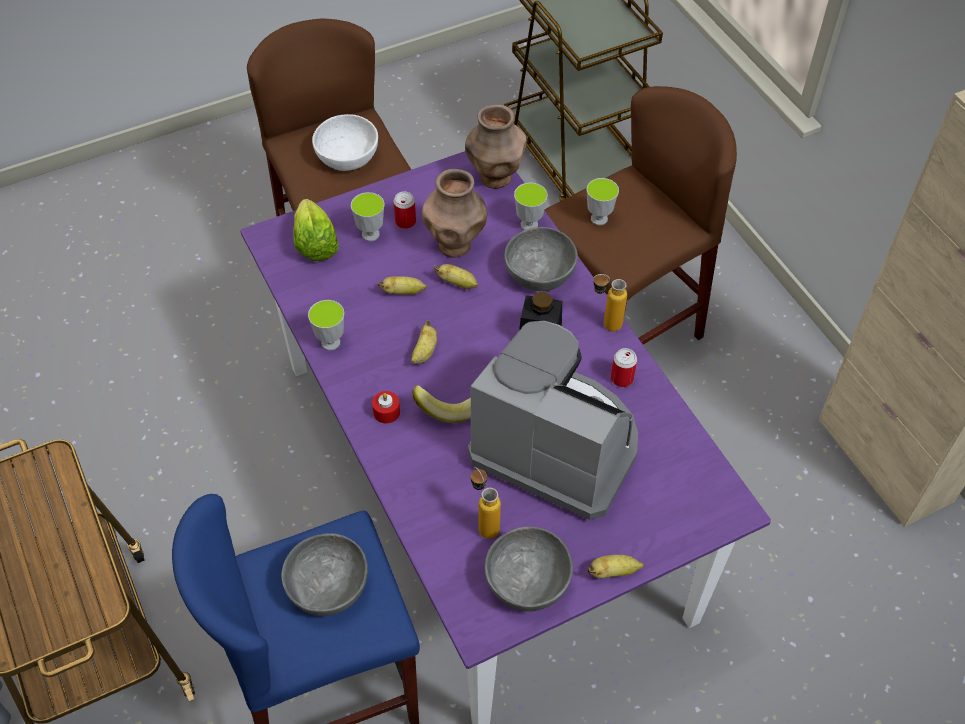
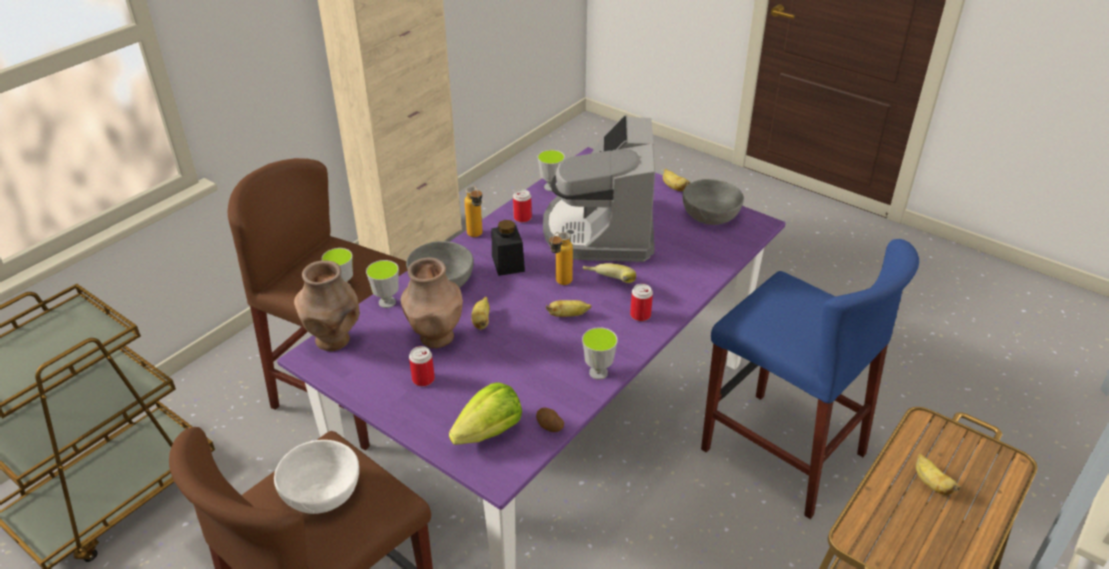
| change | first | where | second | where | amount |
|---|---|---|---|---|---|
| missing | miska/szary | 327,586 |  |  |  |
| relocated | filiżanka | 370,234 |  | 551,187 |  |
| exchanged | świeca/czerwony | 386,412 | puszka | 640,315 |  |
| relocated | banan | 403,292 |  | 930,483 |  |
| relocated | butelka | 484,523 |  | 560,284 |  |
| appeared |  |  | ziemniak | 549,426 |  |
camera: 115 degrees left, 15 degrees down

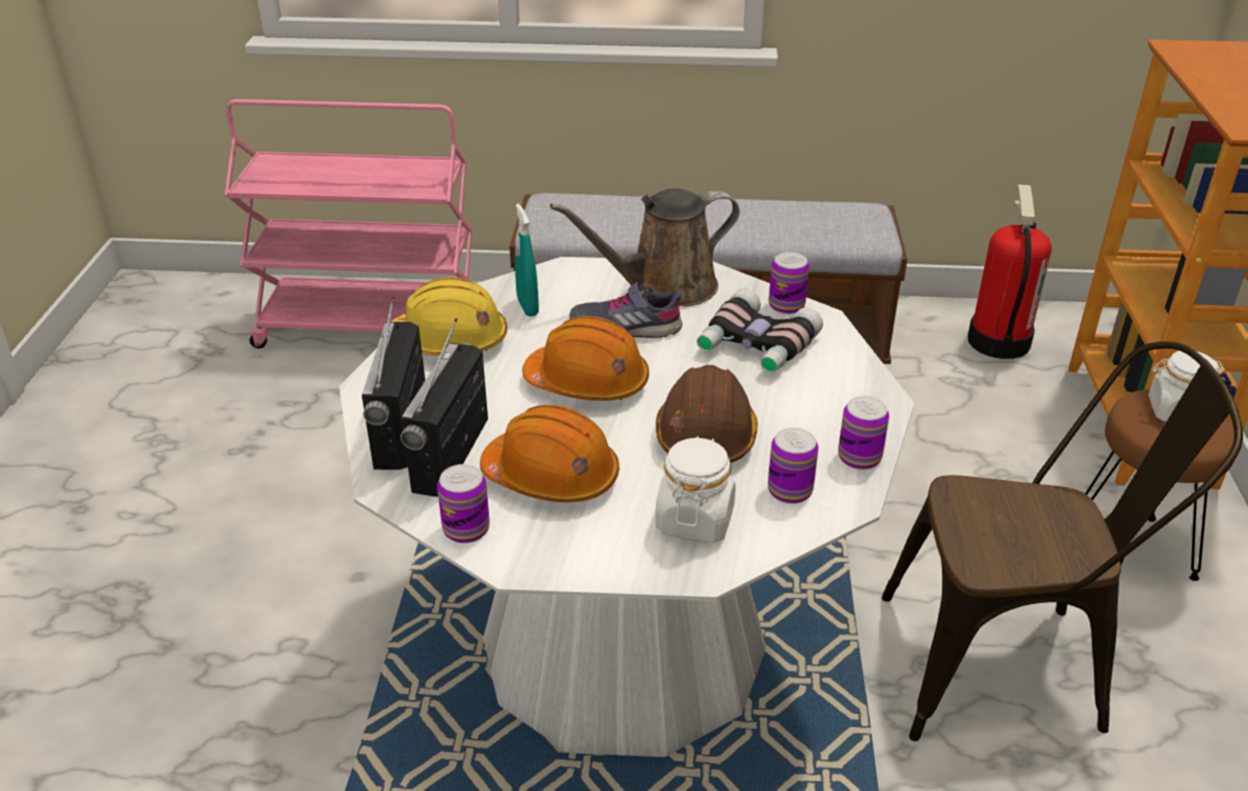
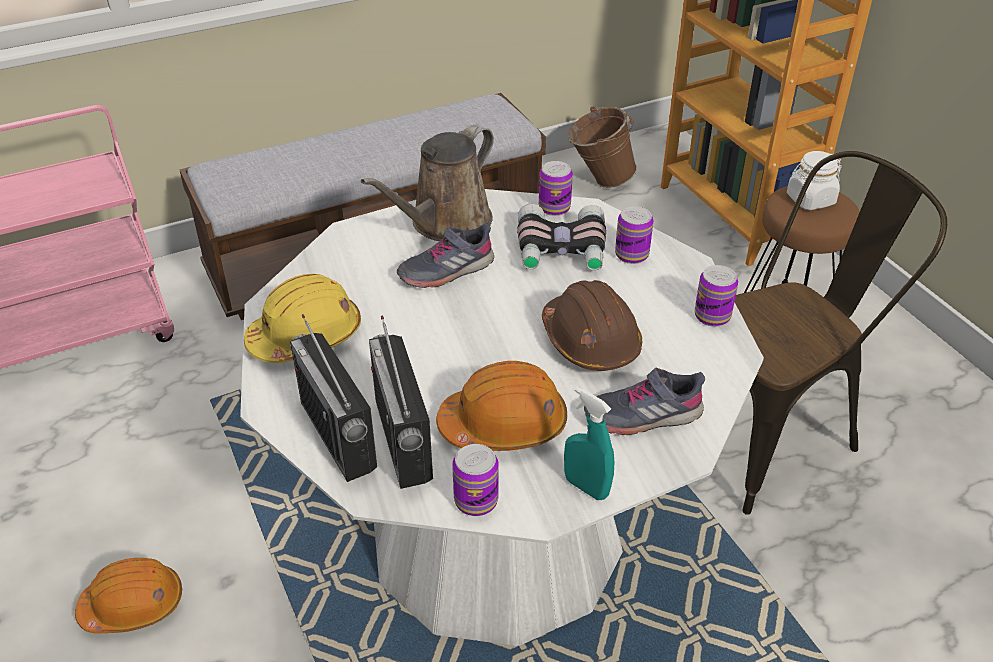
| change | first | where | second | where | amount |
|---|---|---|---|---|---|
| relocated | spryskiwacz/turkusowy | 527,307 |  | 586,487 |  |
| relocated | kask/pomarańczowy | 588,383 |  | 133,605 |  |
| exchanged | słoik/biały | 694,519 | but/szary | 643,415 |  |
| relocated | puszka | 790,490 |  | 631,255 |  |
| exchanged | gaśnica | 997,341 | wiadro/brązowy | 599,181 |  |
camera: 30 degrees left, 5 degrees up

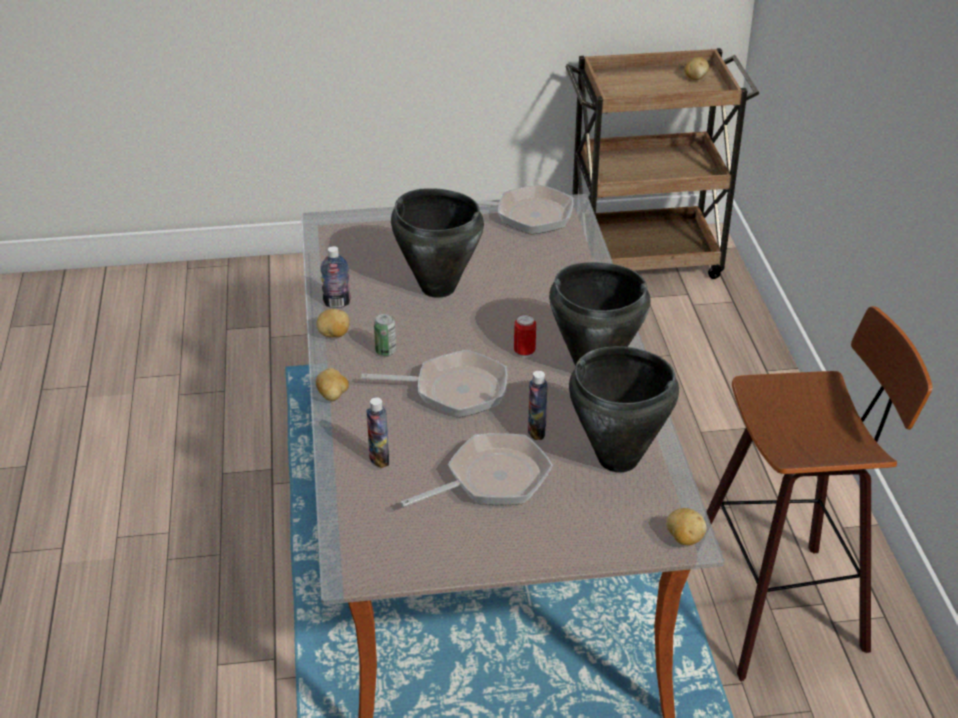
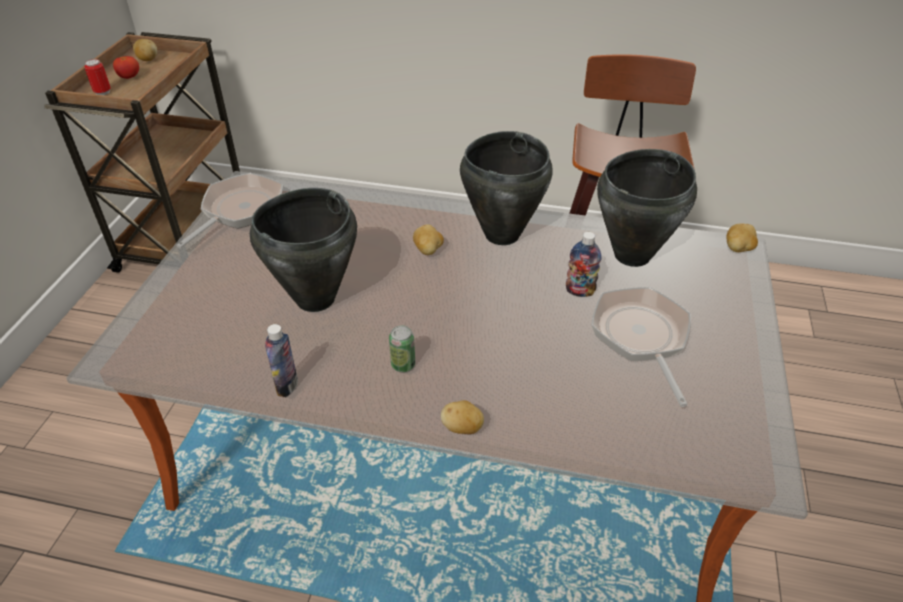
| change | first | where | second | where | amount |
|---|---|---|---|---|---|
| relocated | ziemniak | 334,335 |  | 428,250 |  |
| missing | patelnia | 454,390 |  |  |  |
| missing | butelka | 379,459 |  |  |  |
| relocated | puszka | 524,352 |  | 102,92 |  |
| appeared |  |  | pomidor | 129,77 |  |
camera: 70 degrees left, 5 degrees up

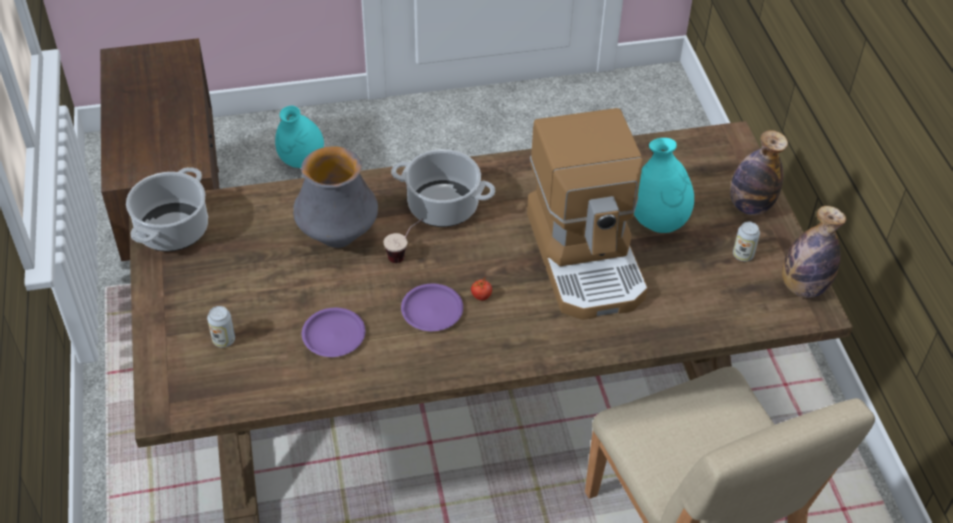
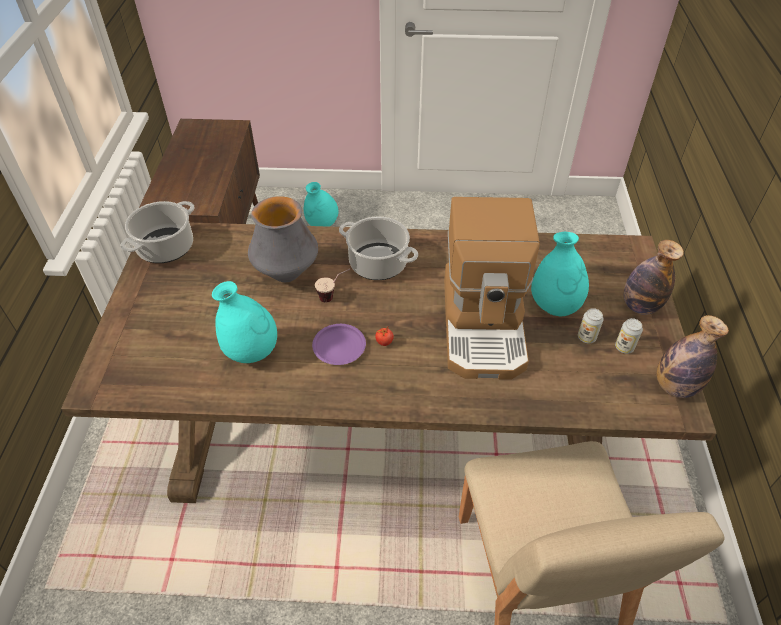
| change | first | where | second | where | amount |
|---|---|---|---|---|---|
| relocated | puszka | 224,340 |  | 586,337 |  |
| exchanged | talerz/fioletowy | 333,335 | wazon/turkusowy | 252,352 |  |
camera: 15 degrees right, 0 degrees up

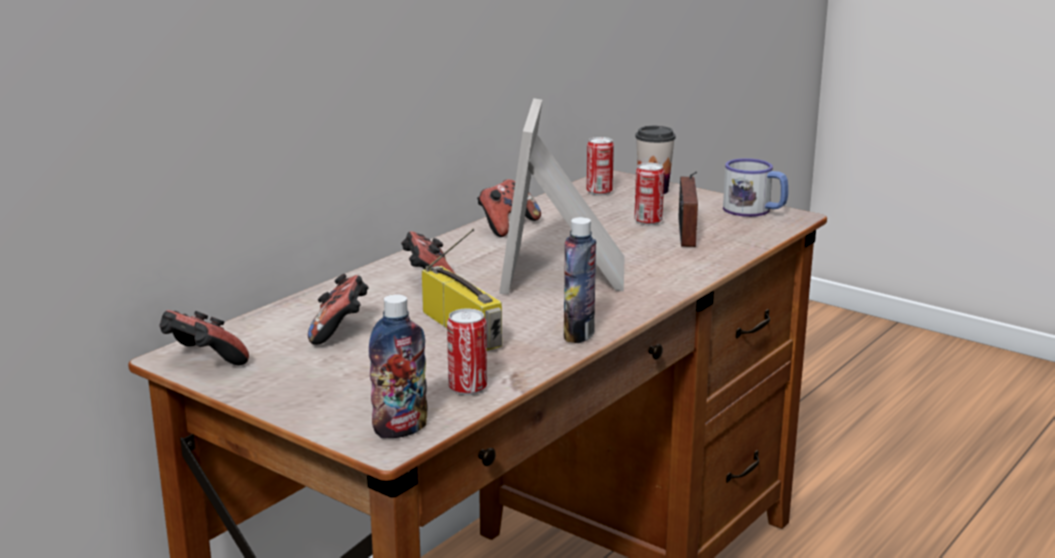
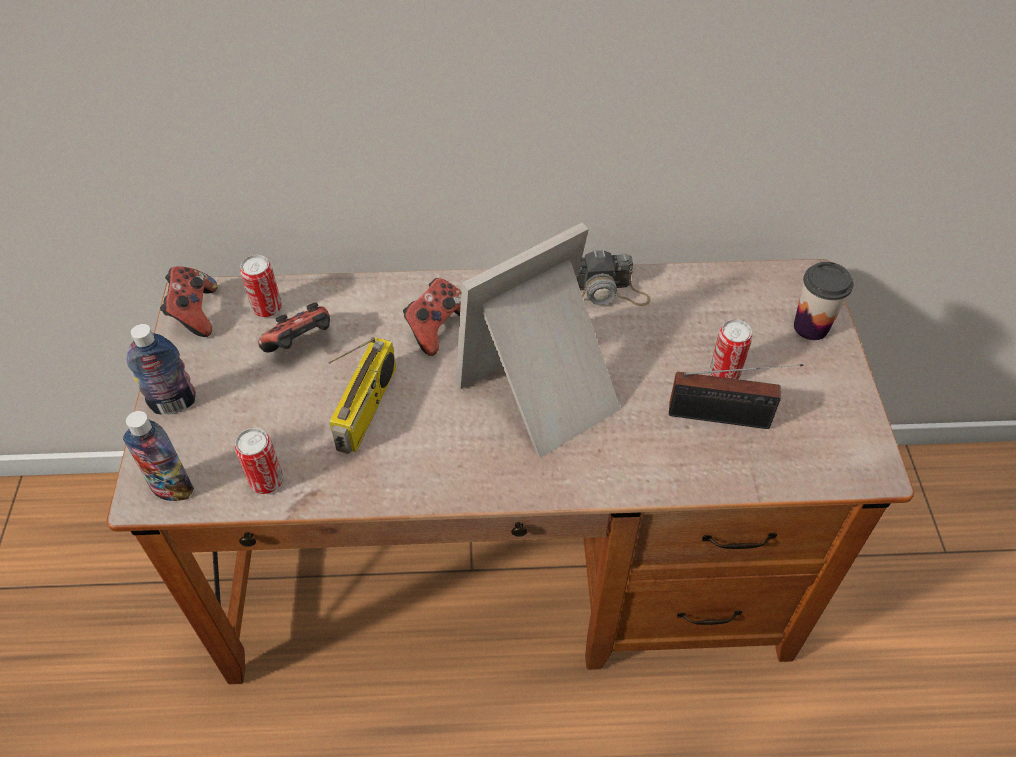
| change | first | where | second | where | amount |
|---|---|---|---|---|---|
| exchanged | pad do gier | 506,226 | aparat fotograficzny | 603,292 |  |
| relocated | butelka | 579,334 |  | 174,403 |  |
| relocated | puszka | 599,192 |  | 267,308 |  |
| spun | radio | 685,234 |  | 724,418 | 135 degrees counterclockwise |
| missing | kubek | 754,210 |  |  |  |
camera: 50 degrees right, 30 degrees up

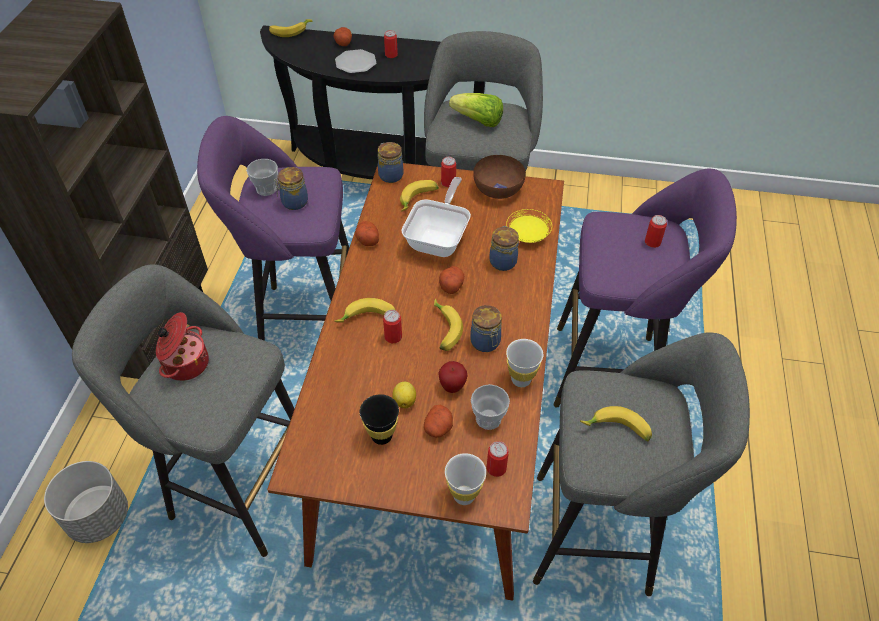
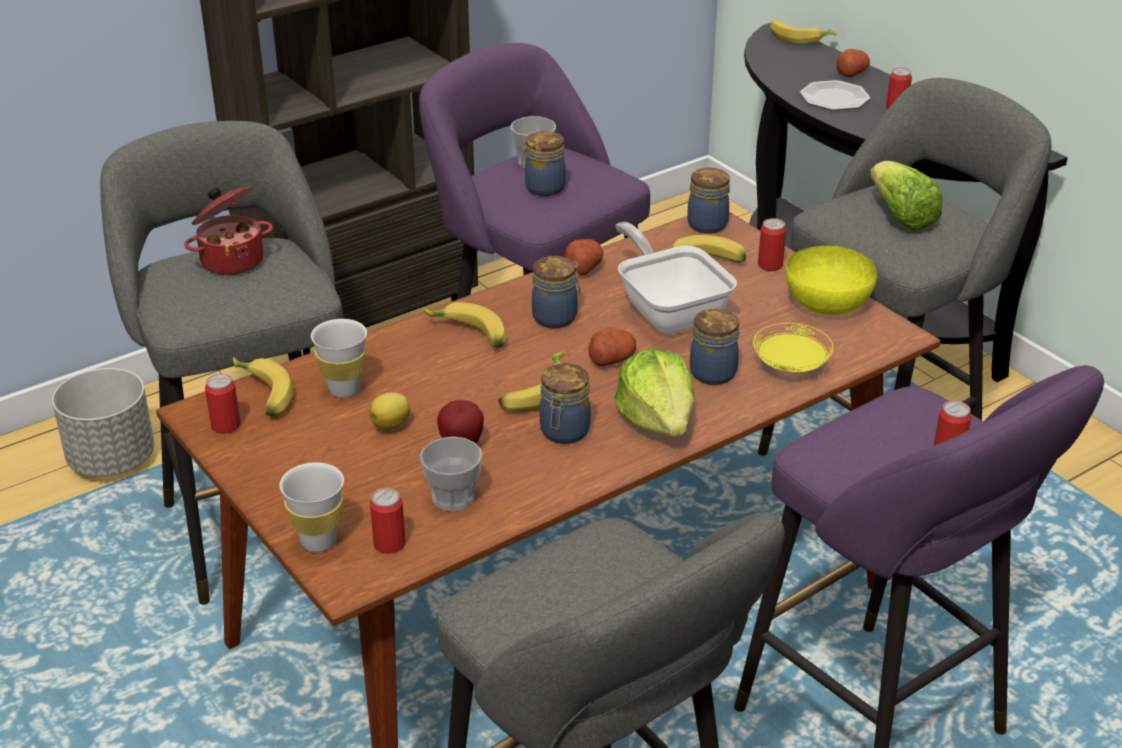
| change | first | where | second | where | amount |
|---|---|---|---|---|---|
| missing | filiżanka/czarny | 381,436 |  |  |  |
| relocated | puszka | 393,337 |  | 226,426 |  |
| spun | patelnia | 439,239 |  | 669,311 | 90 degrees counterclockwise |
| missing | ziemniak | 438,428 |  |  |  |
| colour | miska/brązowy | 497,189 | miska/żółty | 826,302 |  |
| relocated | filiżanka/biały | 521,379 |  | 344,390 |  |
| relocated | banan | 616,430 |  | 262,395 |  |
| appeared |  |  | słoik | 556,317 |  |
| appeared |  |  | sałata | 658,419 |  |
camera: 45 degrees right, 15 degrees down

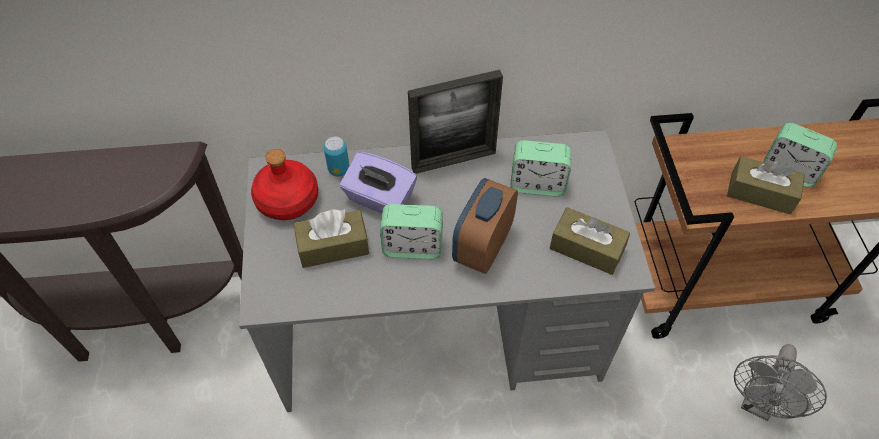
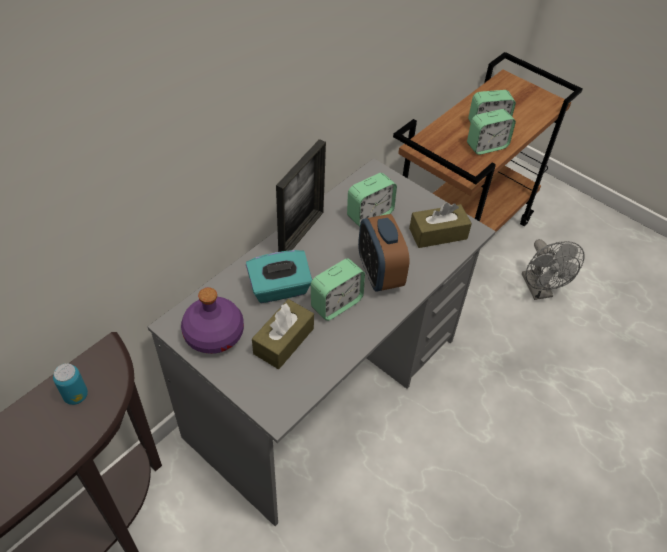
| change | first | where | second | where | amount |
|---|---|---|---|---|---|
| colour | butelka/czerwony | 288,200 | butelka/fioletowy | 215,334 |  |
| relocated | puszka | 339,169 |  | 76,395 |  |
| colour | pudełko chusteczek/fioletowy | 379,199 | pudełko chusteczek/turkusowy | 280,289 |  |
| exchanged | pudełko chusteczek/brązowy | 760,193 | budzik | 486,146 |  |
camera: 45 degrees left, 5 degrees down

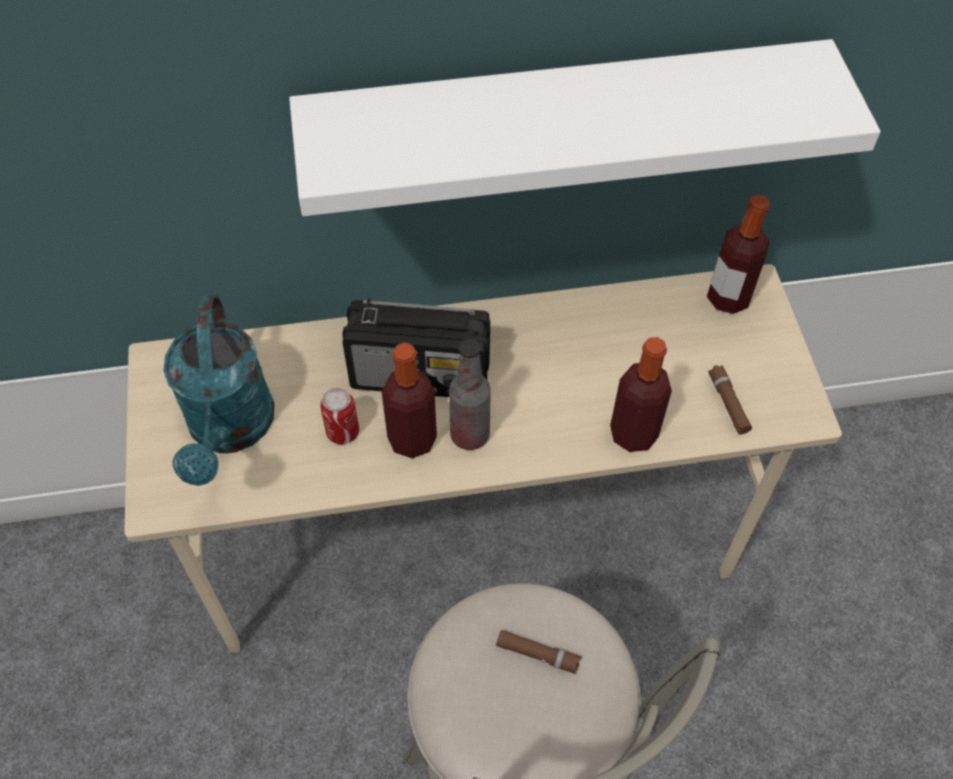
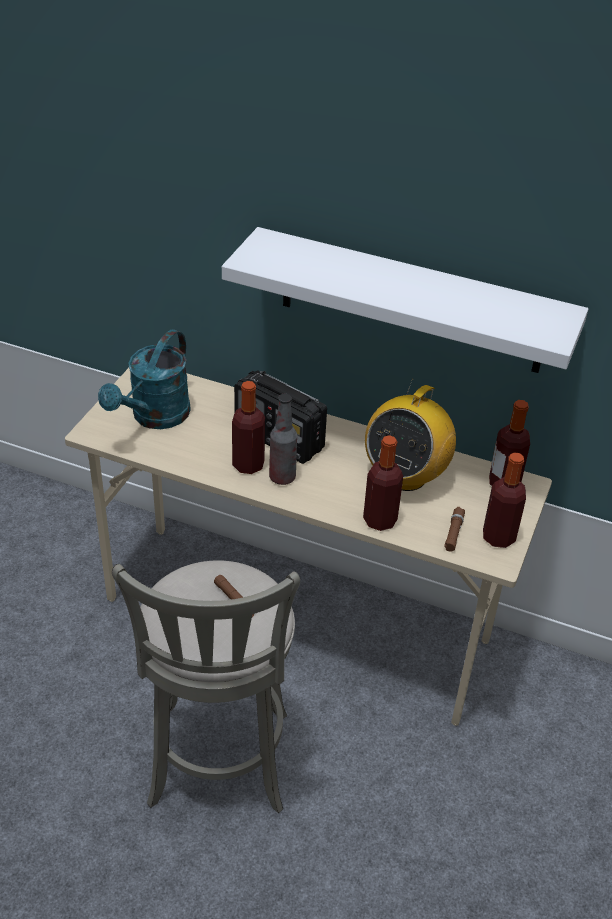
| change | first | where | second | where | amount |
|---|---|---|---|---|---|
| missing | puszka | 342,432 |  |  |  |
| appeared |  |  | radio | 405,476 |  |
| appeared |  |  | butelka | 498,537 |  |
camera: 30 degrees right, 15 degrees down

